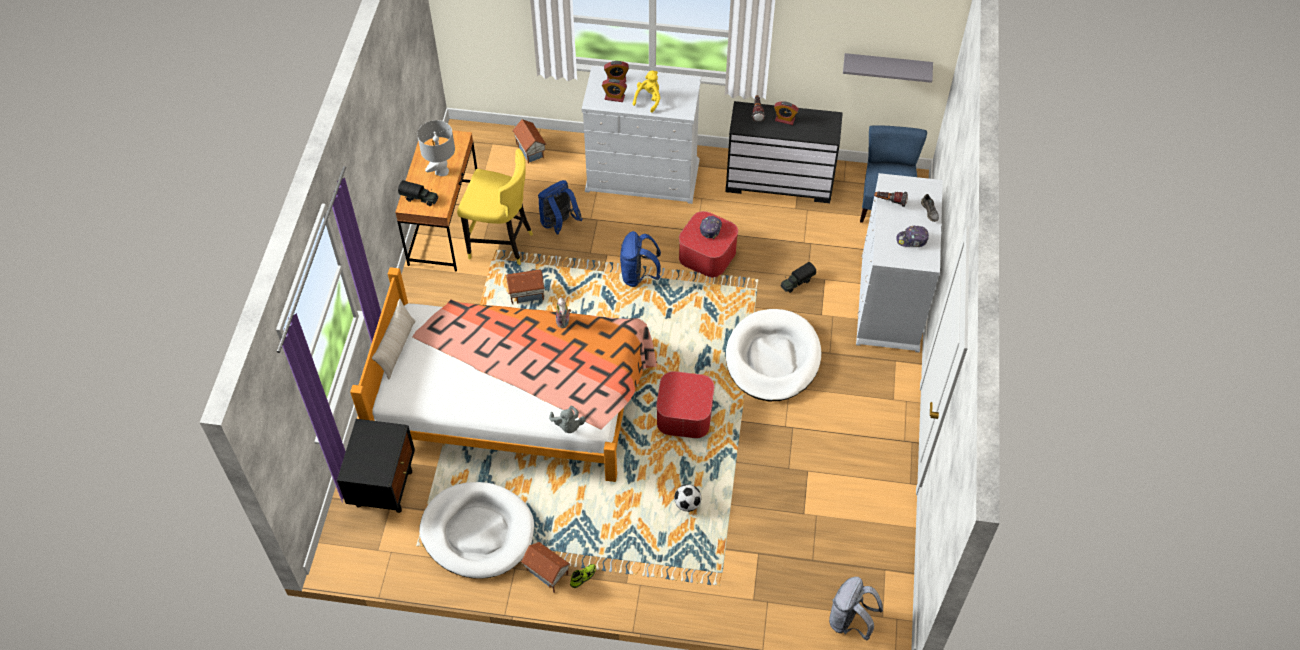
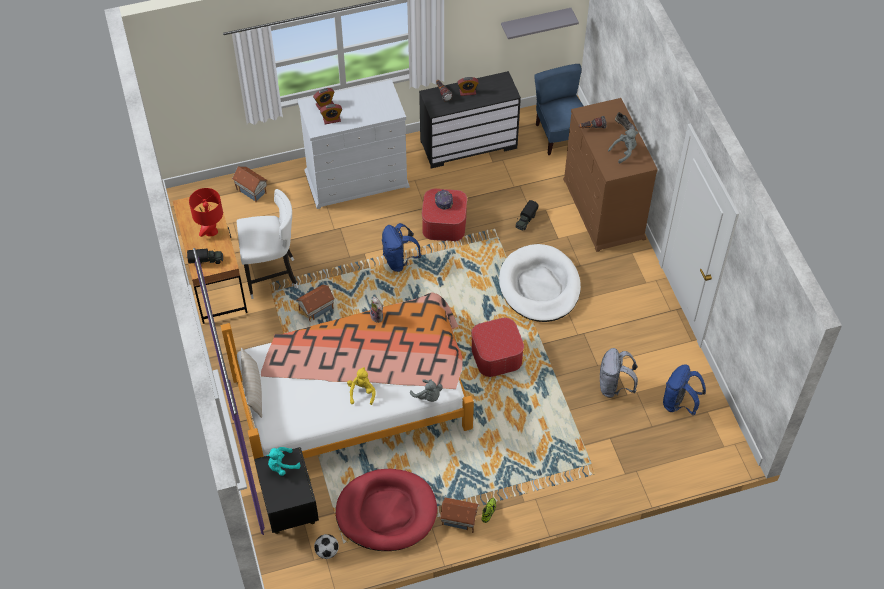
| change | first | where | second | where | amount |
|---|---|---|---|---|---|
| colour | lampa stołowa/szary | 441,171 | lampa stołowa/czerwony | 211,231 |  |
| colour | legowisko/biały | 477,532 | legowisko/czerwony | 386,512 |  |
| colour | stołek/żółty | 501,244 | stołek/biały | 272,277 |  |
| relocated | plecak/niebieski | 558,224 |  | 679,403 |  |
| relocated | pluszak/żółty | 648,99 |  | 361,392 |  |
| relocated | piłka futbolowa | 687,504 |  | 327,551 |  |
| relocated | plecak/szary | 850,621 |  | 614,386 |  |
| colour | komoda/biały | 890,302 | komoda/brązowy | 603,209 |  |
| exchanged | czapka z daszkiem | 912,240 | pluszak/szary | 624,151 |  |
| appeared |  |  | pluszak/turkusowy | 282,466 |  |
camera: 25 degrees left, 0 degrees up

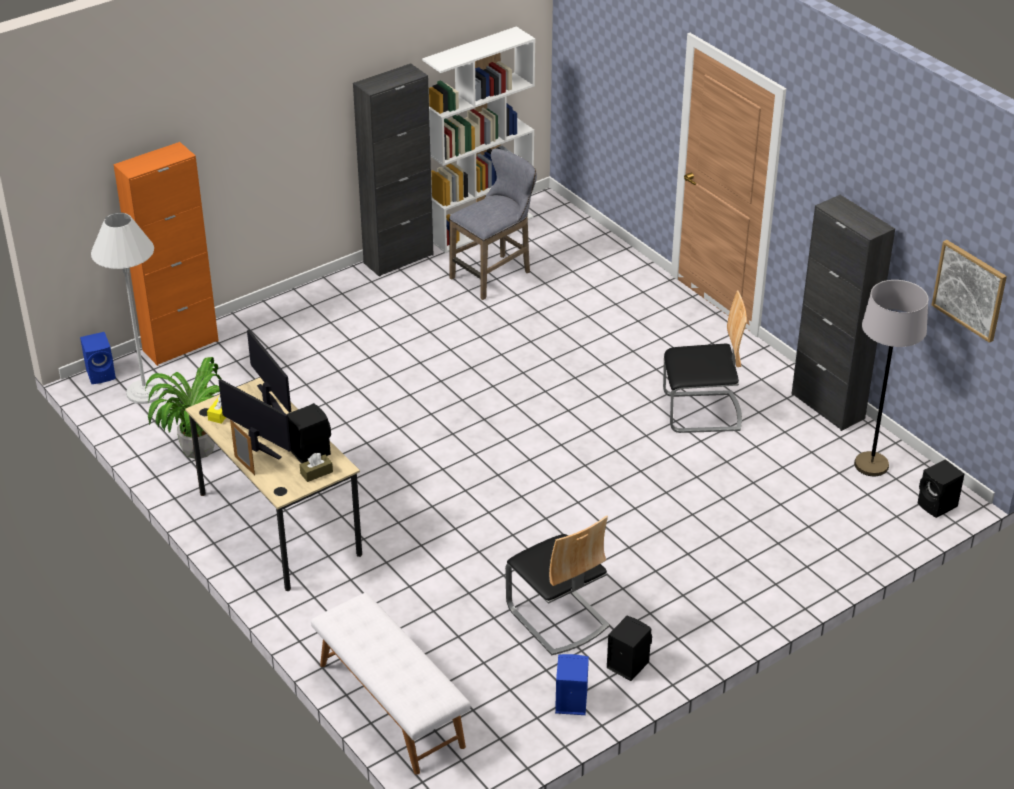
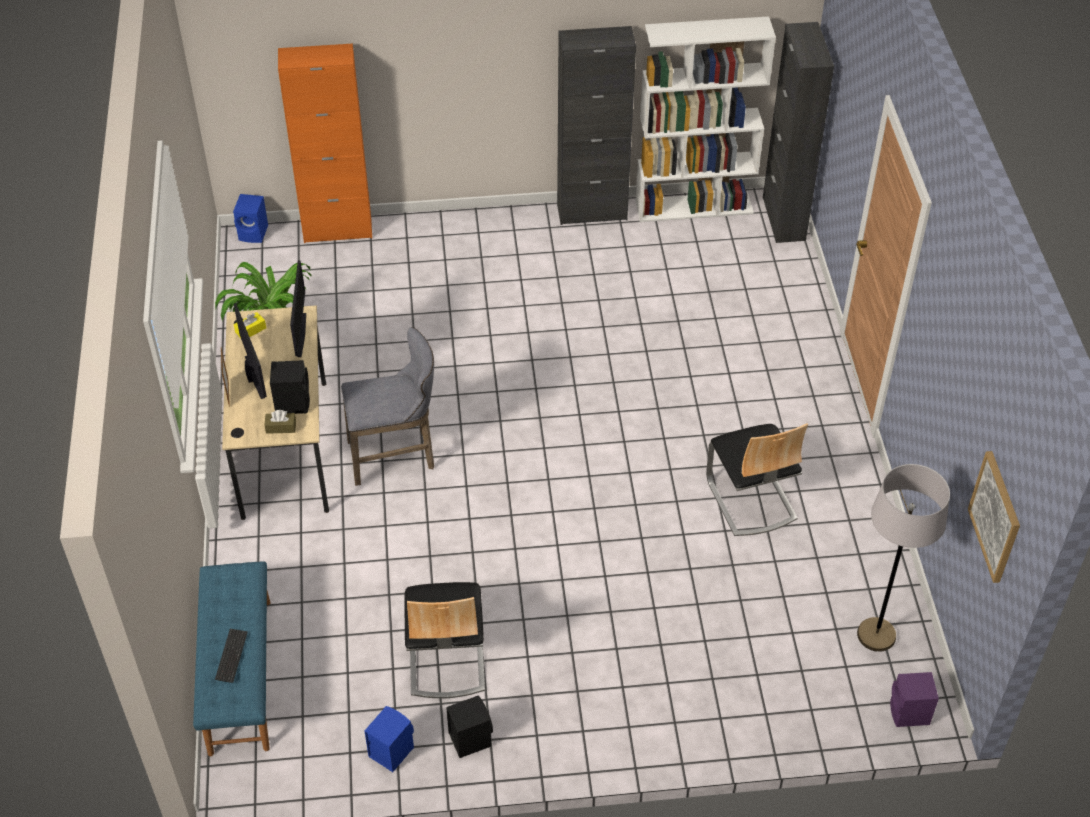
| change | first | where | second | where | amount |
|---|---|---|---|---|---|
| missing | lampa stojąca/biały | 145,392 |  |  |  |
| colour | ławka/biały | 390,705 | ławka/niebieski | 239,675 |  |
| relocated | stołek/szary | 495,274 |  | 396,456 |  |
| spun | krzesło | 702,412 |  | 750,499 | 45 degrees clockwise |
| relocated | szafka/czarny | 827,406 |  | 783,219 |  |
| colour | głośnik/czarny | 938,506 | głośnik/fioletowy | 909,714 |  |
| appeared |  |  | klawiatura | 231,656 |  |
camera: 30 degrees right, 10 degrees up

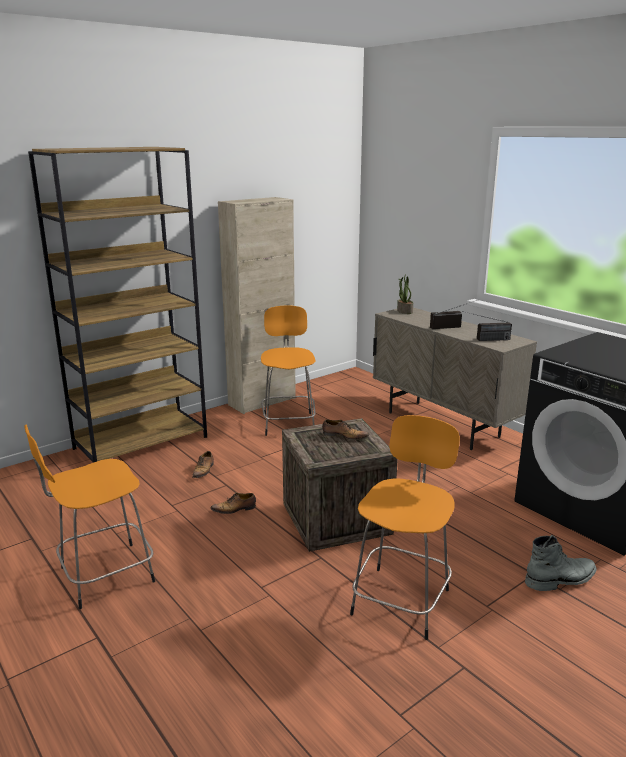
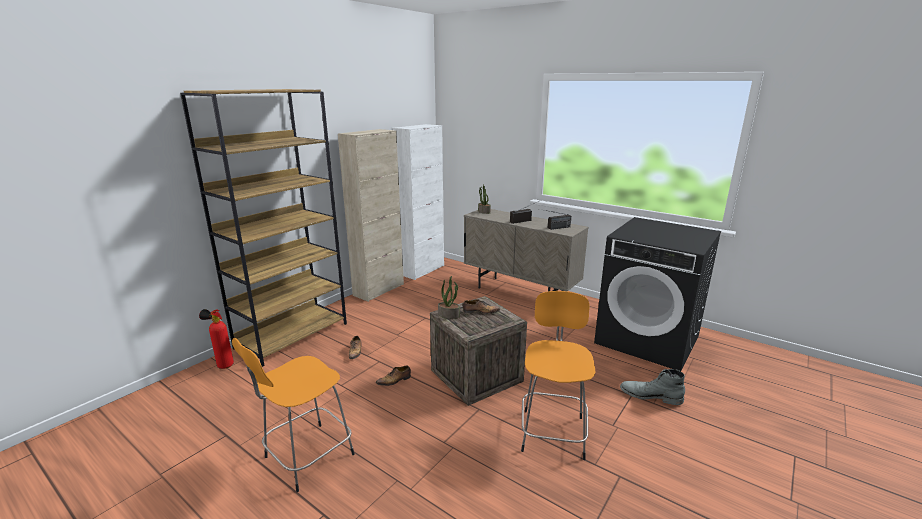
| change | first | where | second | where | amount |
|---|---|---|---|---|---|
| missing | stołek/pomarańczowy | 288,423 |  |  |  |
| spun | but z cholewką/szary | 561,579 |  | 650,395 | 120 degrees counterclockwise |
| appeared |  |  | gaśnica | 223,365 |  |
| appeared |  |  | szafka/biały | 422,270 |  |
| appeared |  |  | roślina doniczkowa | 449,315 |  |
camera: 15 degrees left, 0 degrees up

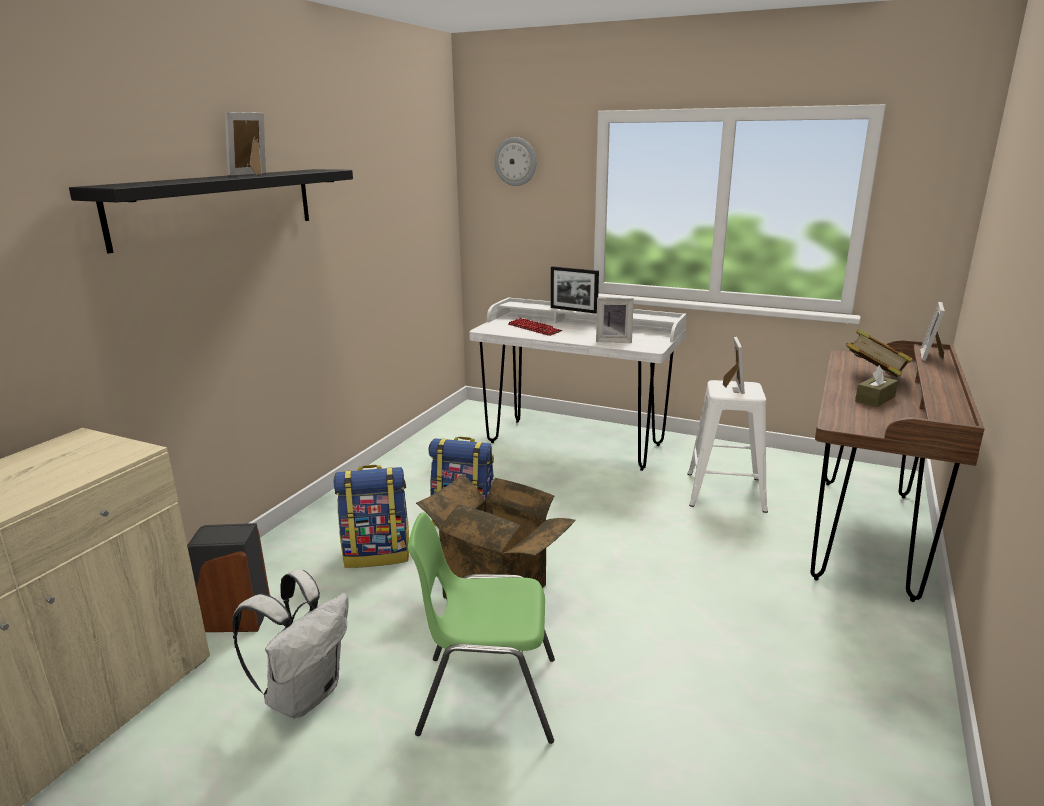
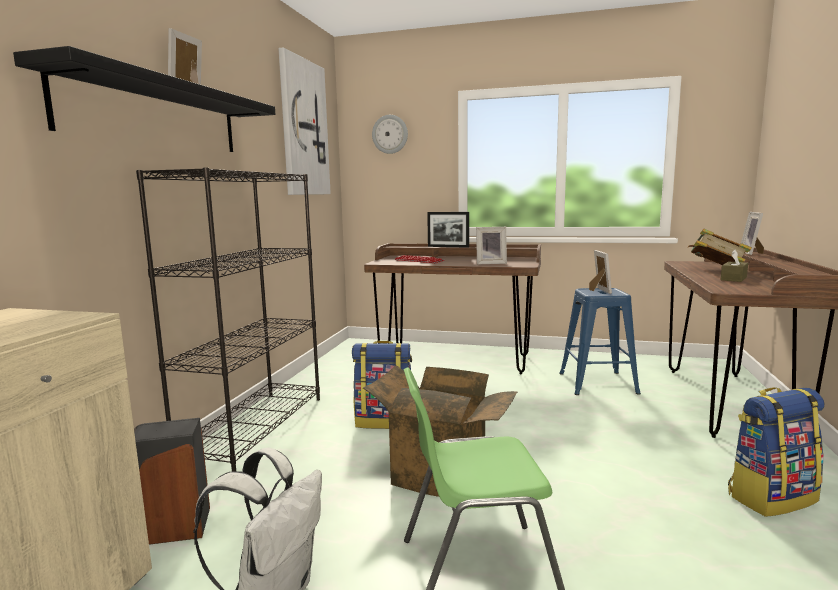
| change | first | where | second | where | amount |
|---|---|---|---|---|---|
| relocated | plecak | 377,554 |  | 771,497 |  |
| colour | biurko/biały | 575,443 | biurko/brązowy | 455,360 |  |
| colour | stołek/biały | 724,491 | stołek/niebieski | 596,383 |  |
| appeared |  |  | regał/czarny | 255,427 |  |
| appeared |  |  | obraz | 303,128 |  |
camera: 10 degrees left, 10 degrees down

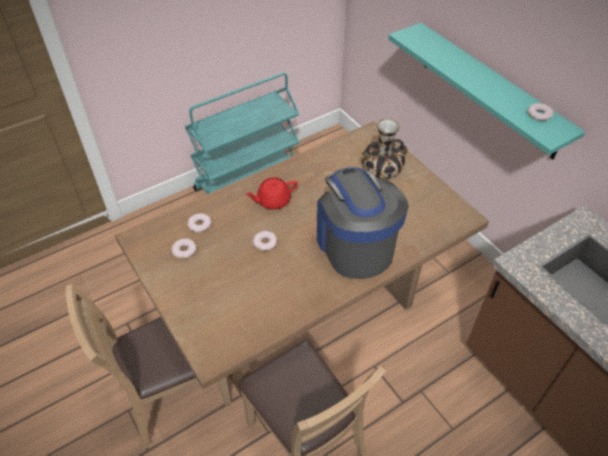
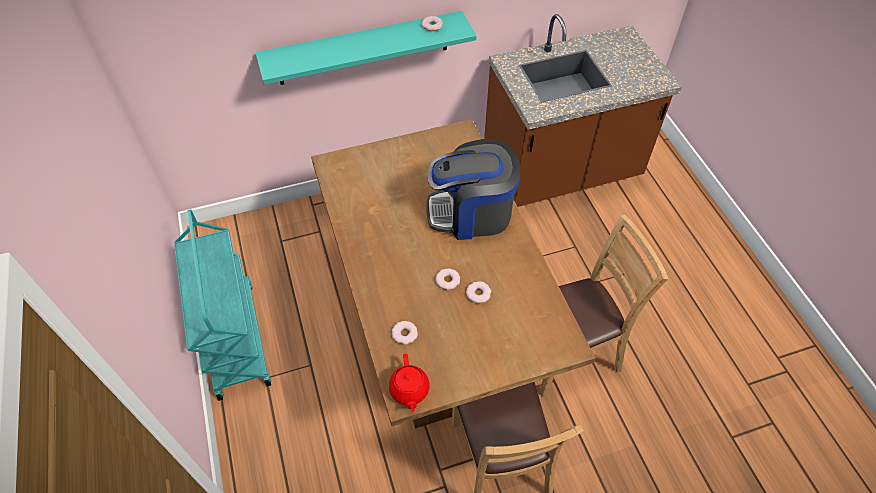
| change | first | where | second | where | amount |
|---|---|---|---|---|---|
| relocated | donut | 184,250 |  | 478,293 |  |
| relocated | imbryk/czerwony | 273,201 |  | 409,390 |  |
| missing | wazon | 382,168 |  |  |  |
camera: 75 degrees left, 5 degrees up

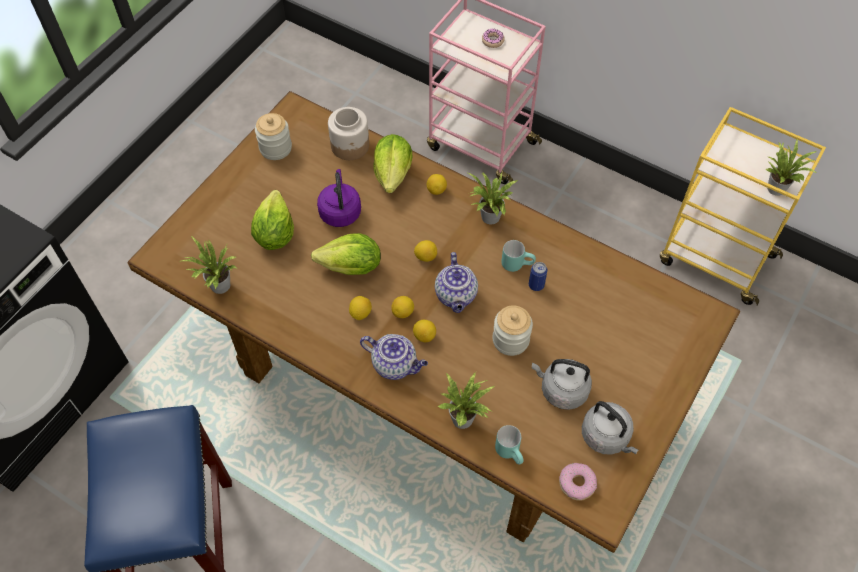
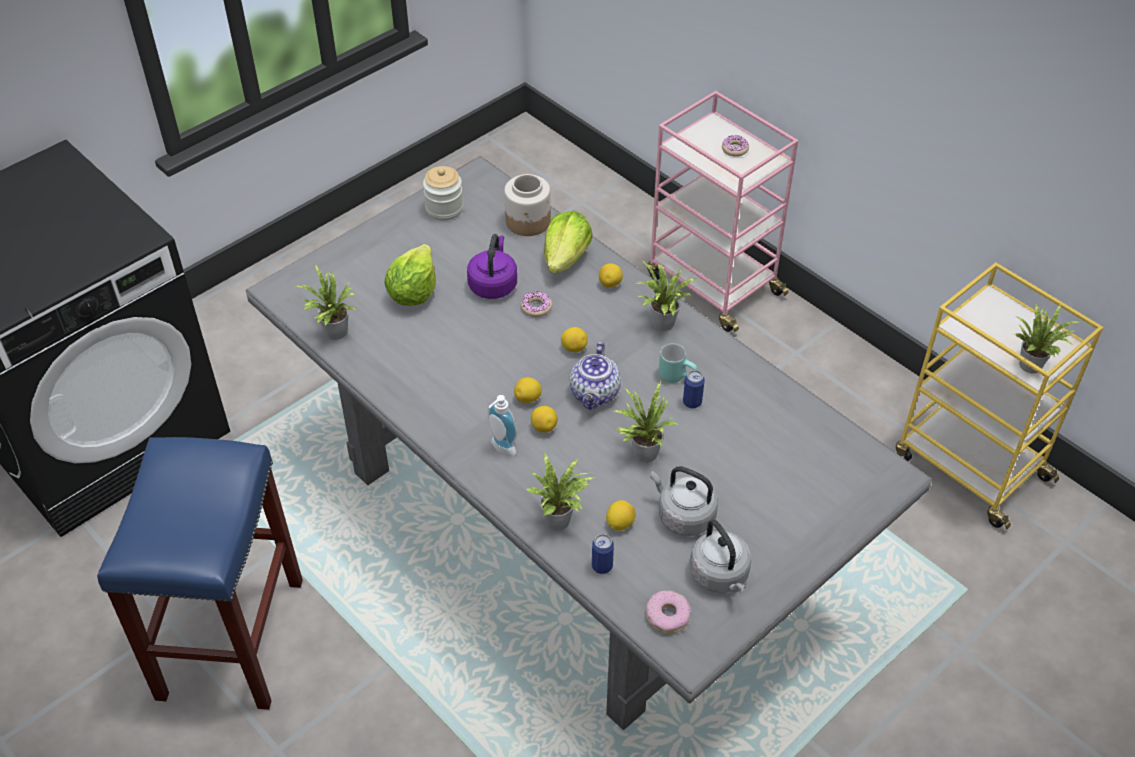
| change | first | where | second | where | amount |
|---|---|---|---|---|---|
| colour | stół jadalny/brązowy | 431,378 | stół jadalny/szary | 571,524 |  |
| missing | sałata | 351,267 |  |  |  |
| relocated | cytryna | 360,313 |  | 620,523 |  |
| exchanged | imbryk | 395,364 | dozownik mydła | 501,449 |  |
| exchanged | słoik | 510,340 | roślina doniczkowa | 642,452 |  |
| exchanged | kubek/turkusowy | 511,452 | puszka | 602,566 |  |
| appeared |  |  | donut | 536,307 |  |
camera: 15 degrees right, 10 degrees down

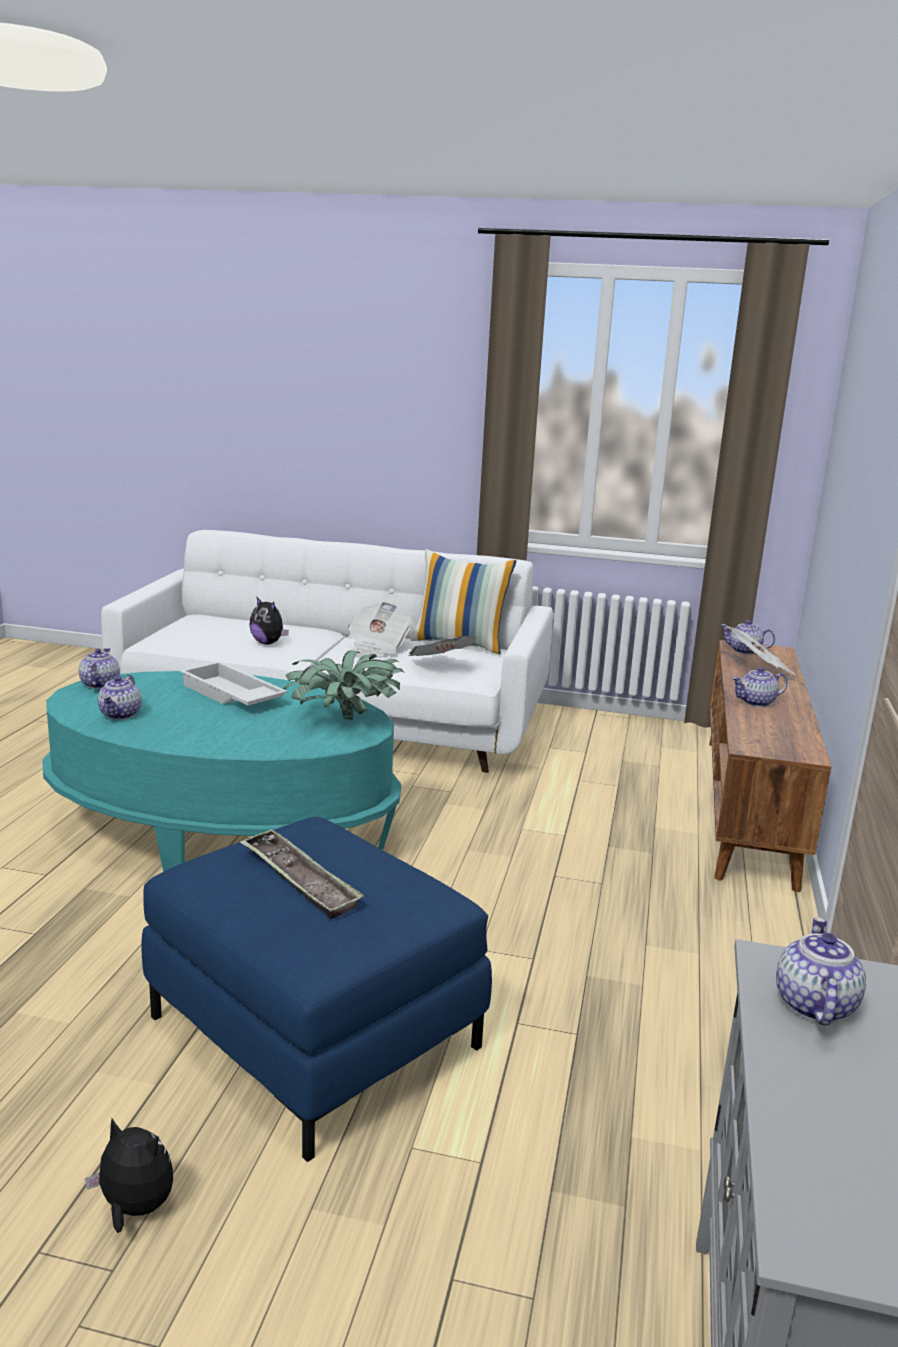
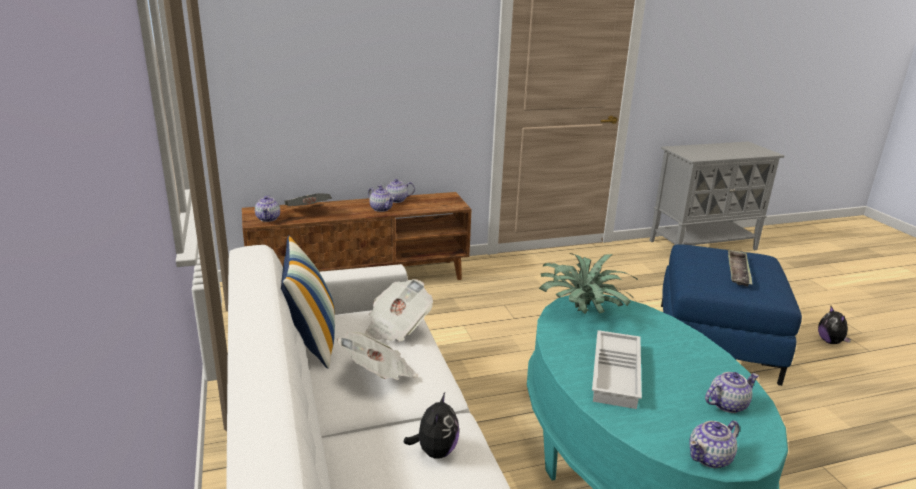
| change | first | where | second | where | amount |
|---|---|---|---|---|---|
| relocated | imbryk | 813,1004 |  | 396,200 |  |
camera: 120 degrees left, 5 degrees up

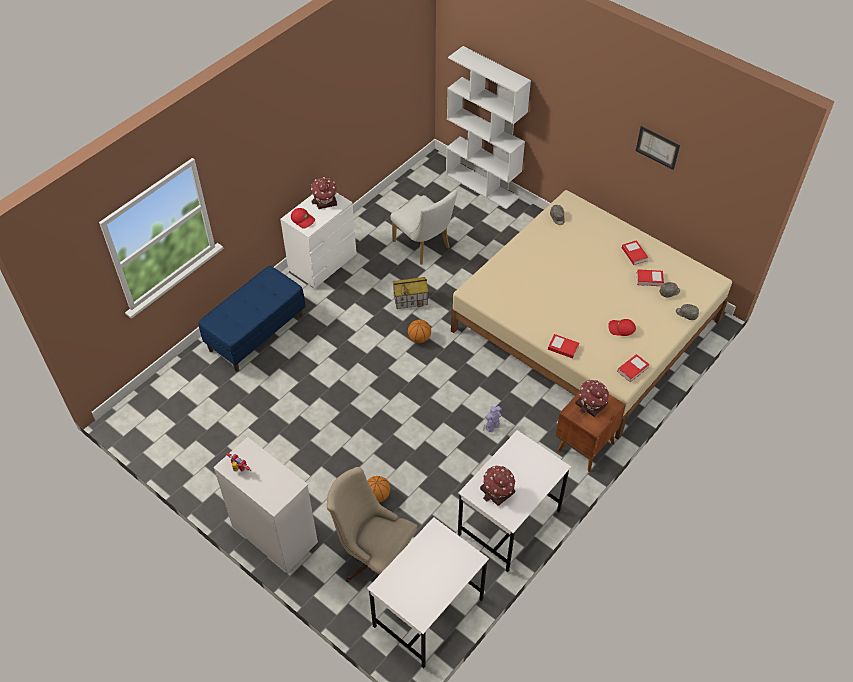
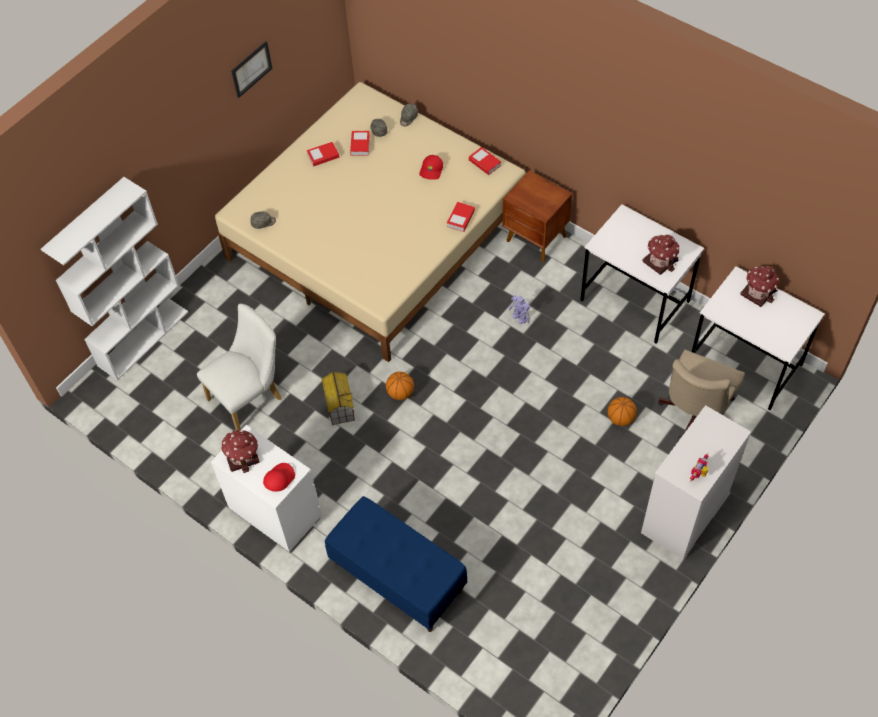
| change | first | where | second | where | amount |
|---|---|---|---|---|---|
| relocated | domek | 591,404 |  | 758,292 |  |
camera: 90 degrees left, 5 degrees up

